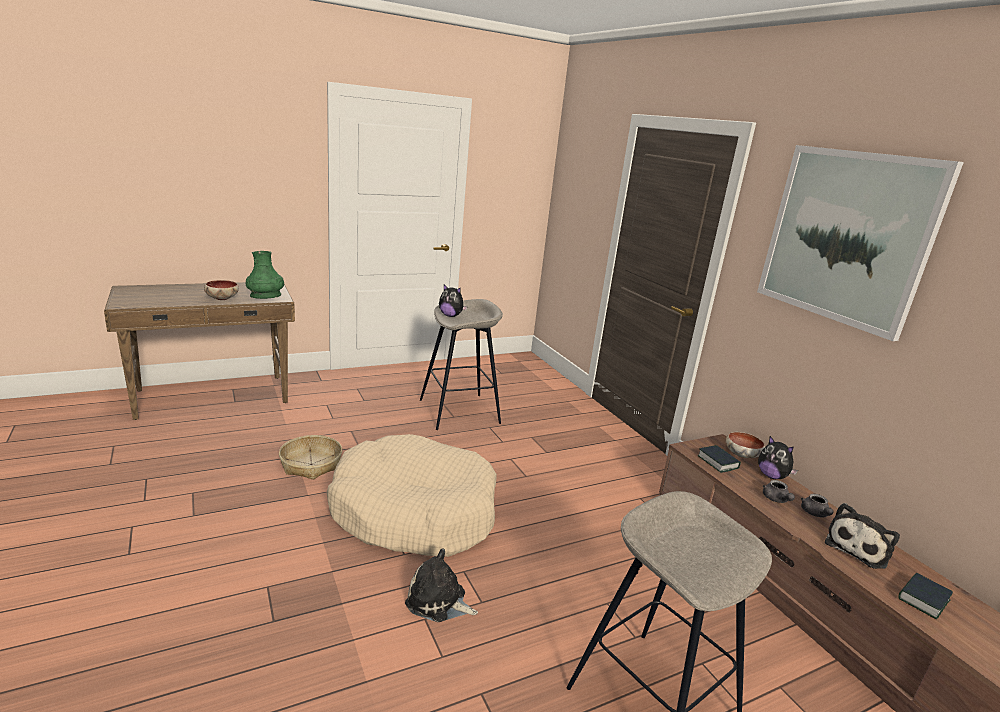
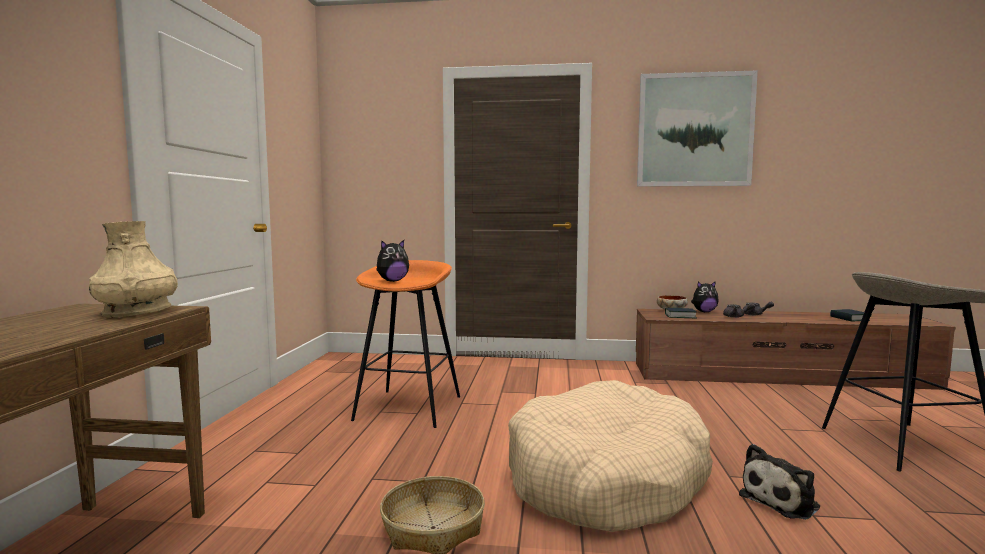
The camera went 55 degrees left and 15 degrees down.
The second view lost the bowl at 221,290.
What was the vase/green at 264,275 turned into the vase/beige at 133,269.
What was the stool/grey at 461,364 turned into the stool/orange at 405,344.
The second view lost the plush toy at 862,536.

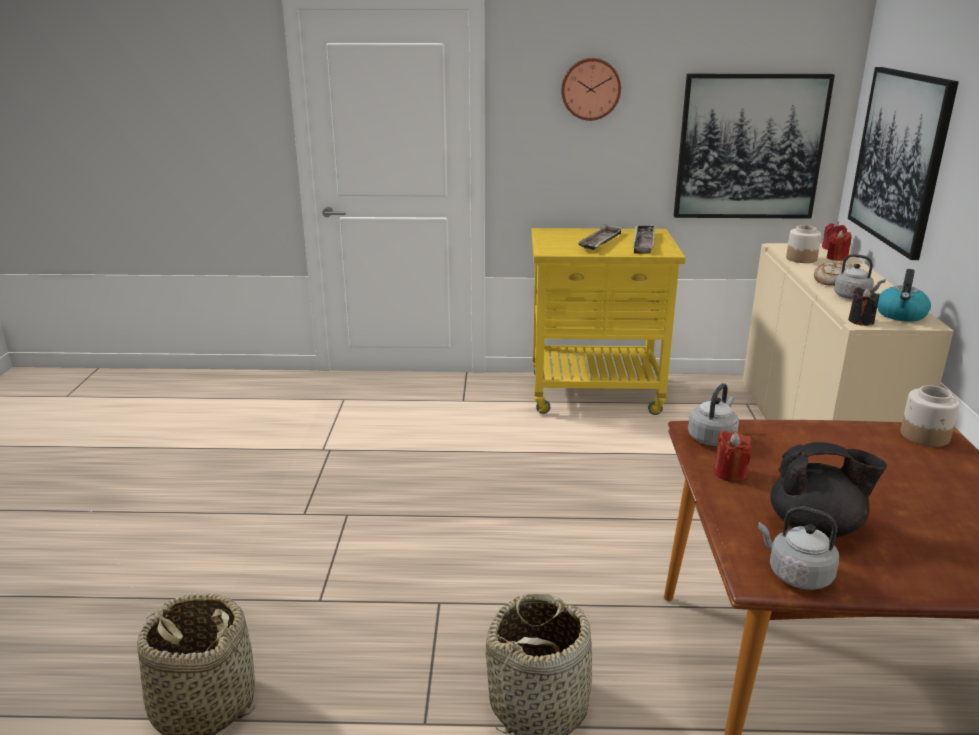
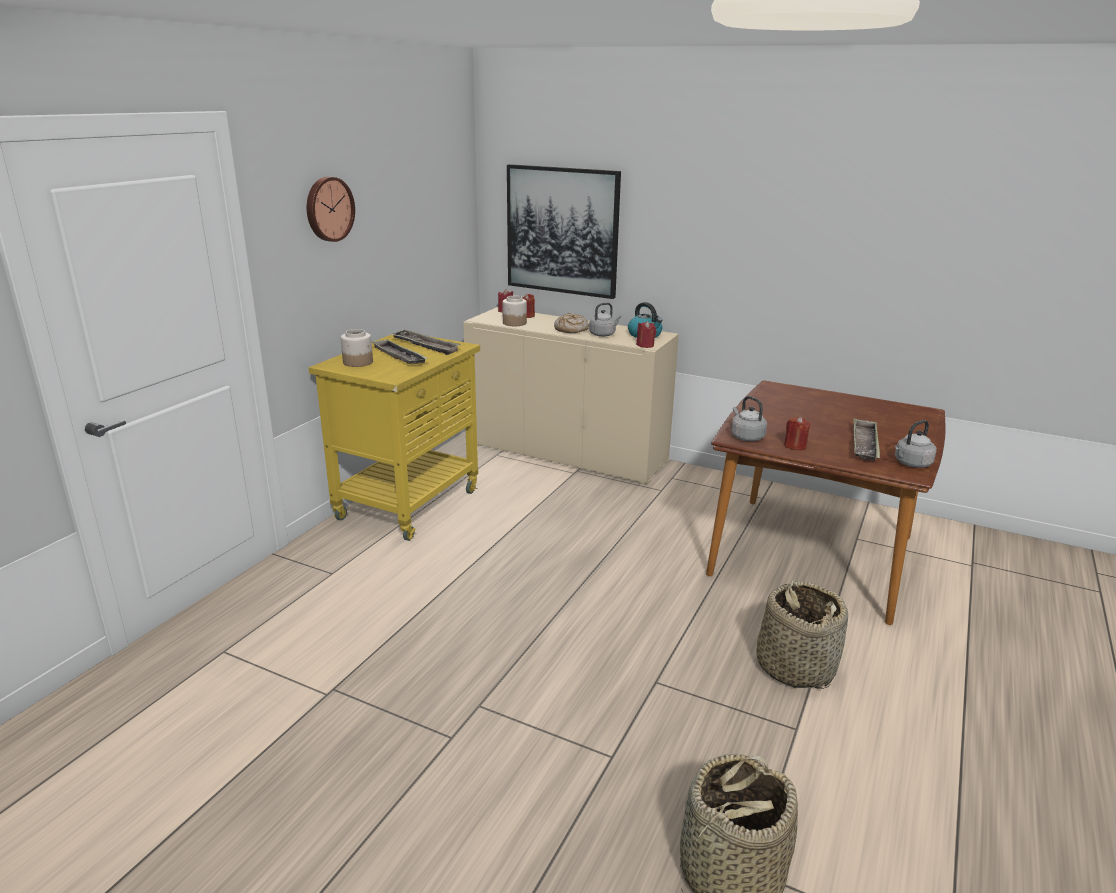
The camera went 65 degrees left and 0 degrees up.
The second view lost the picture at 754,146.
Where the teapot/black stood at 828,490, the tray came to stand at 867,440.
What was the candle/black at 864,307 turned into the candle/red at 646,334.
The jar ended up elsewhere, having gone from 930,416 to 357,348.

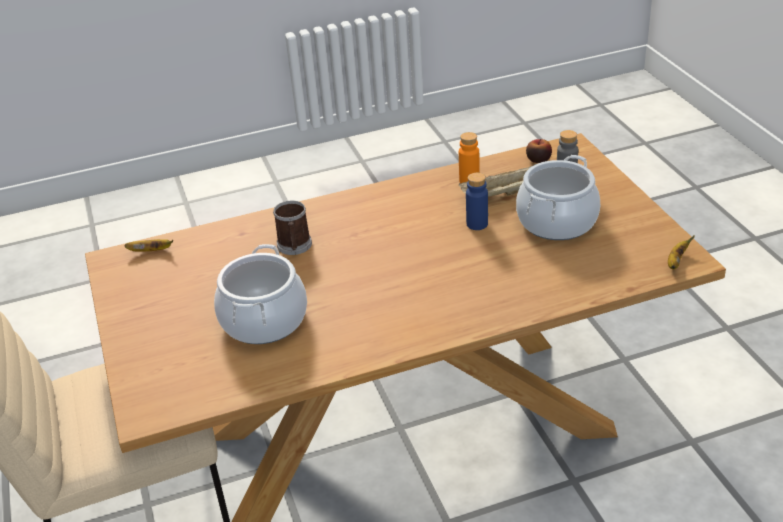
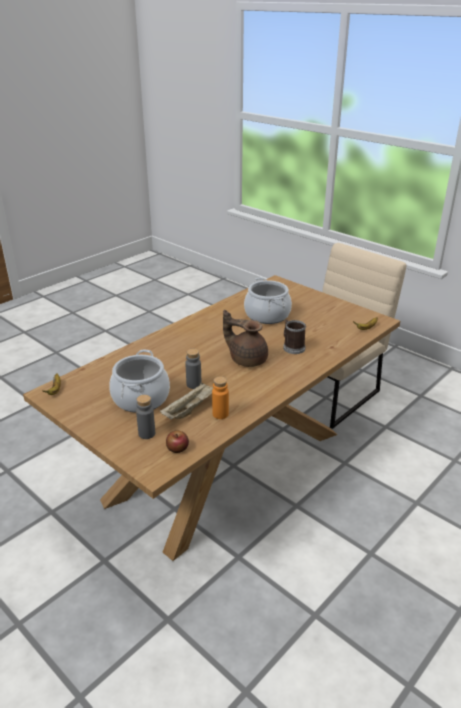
The camera went 150 degrees right and 5 degrees down.
What was the bottle/blue at 477,201 turned into the bottle/grey at 193,369.
The second view gained the teapot/brown at 245,338.

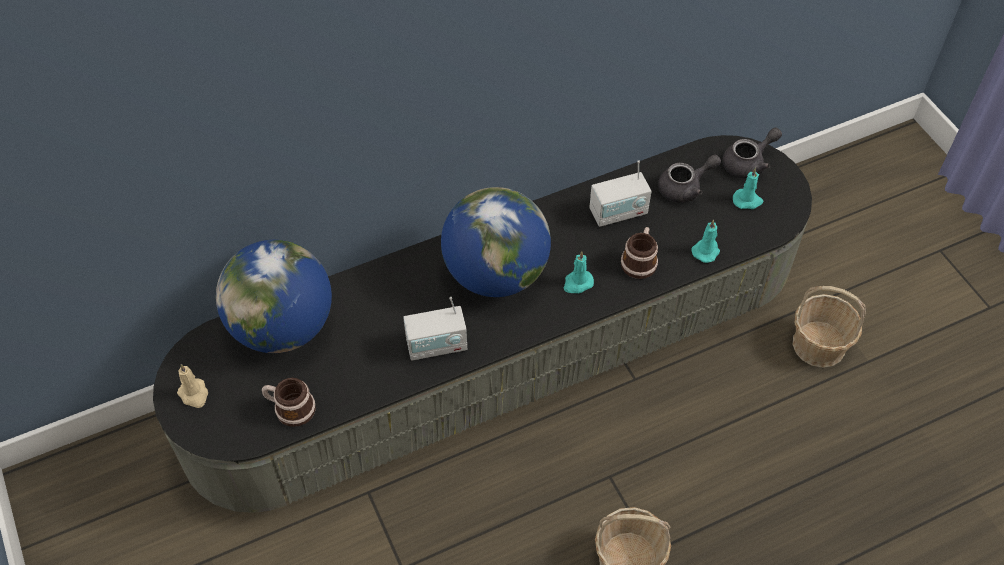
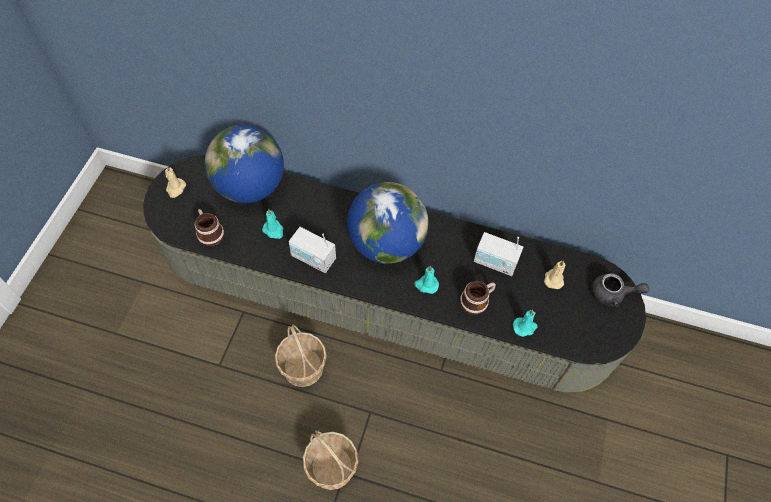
The camera went 40 degrees right and 5 degrees up.
Where the teapot/grey stood at 689,178, the candle/beige came to stand at 555,274.
The candle/turquoise ended up elsewhere, having gone from 748,188 to 272,224.
The basket ended up elsewhere, having gone from 829,327 to 301,355.

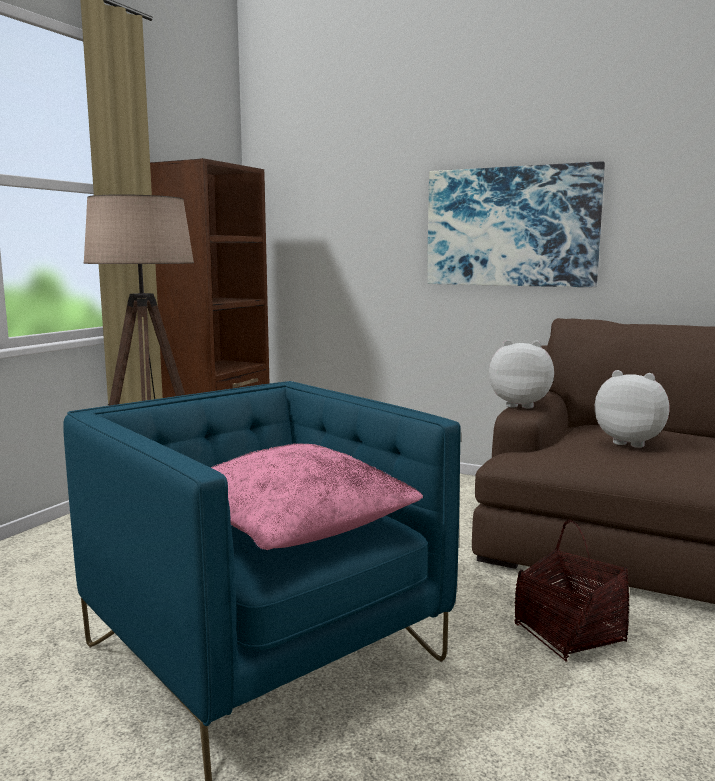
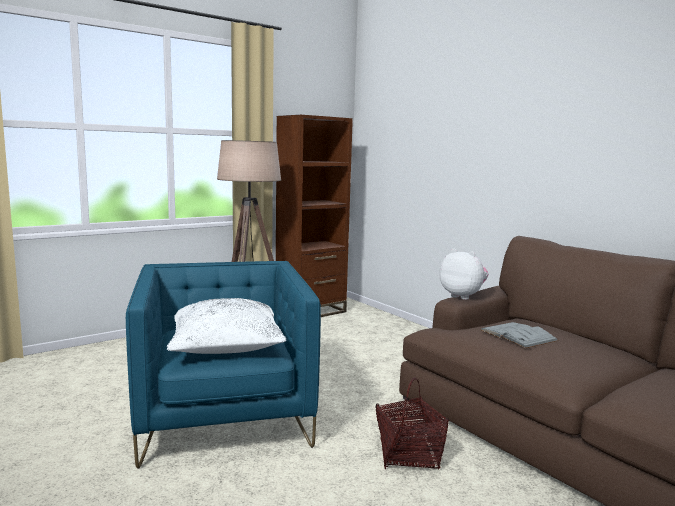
The camera went 25 degrees right and 0 degrees up.
What was the pillow/pink at 317,496 turned into the pillow/white at 226,326.
The second view lost the picture at 516,224.
Where the plush toy stood at 632,409, the book/grey came to stand at 519,335.

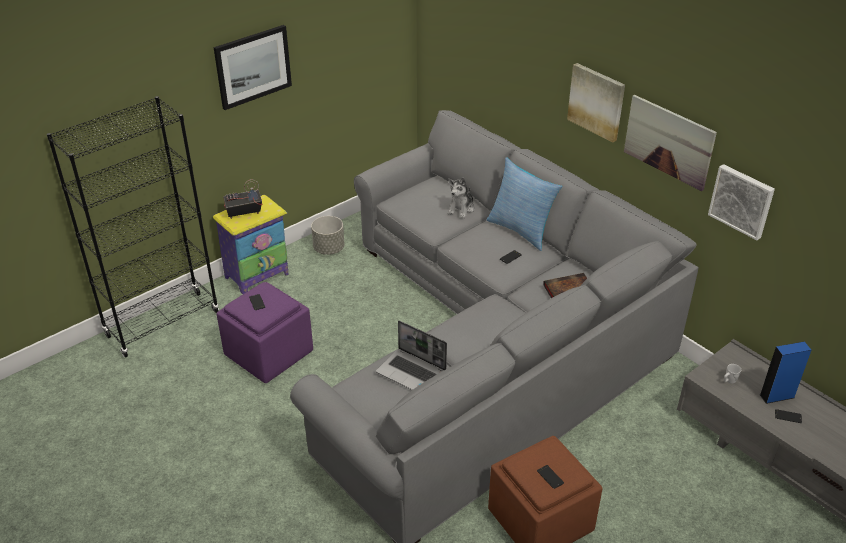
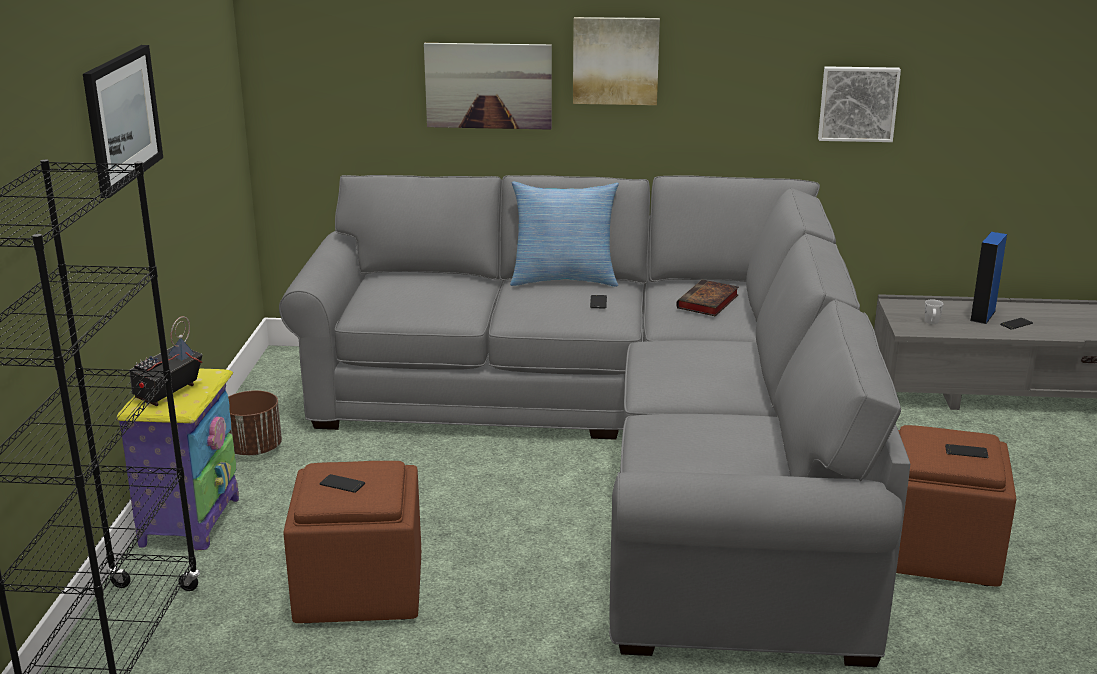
The camera went 45 degrees left and 15 degrees down.
What was the ottoman/purple at 265,332 turned into the ottoman/brown at 352,542.
What was the planter/grey at 327,235 turned into the planter/brown at 255,423.
The second view lost the laptop at 411,355.
The second view lost the plush toy at 461,198.
The picture ended up elsewhere, having gone from 670,143 to 488,86.

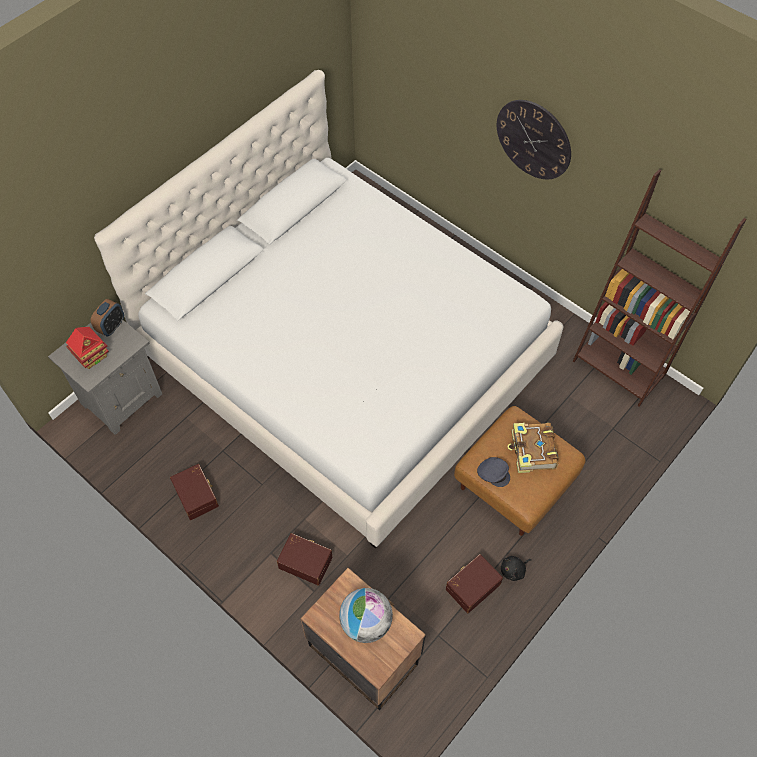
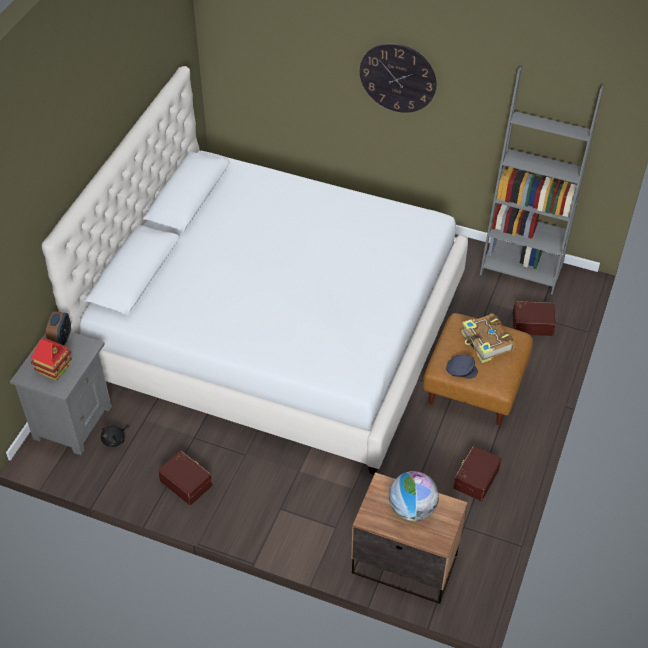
The camera went 20 degrees left and 10 degrees down.
The storage box/brown ended up elsewhere, having gone from 305,559 to 534,318.
The plush toy/black ended up elsewhere, having gone from 516,568 to 115,436.
What was the bookcase/brown at 659,288 turned into the bookcase/grey at 542,181.

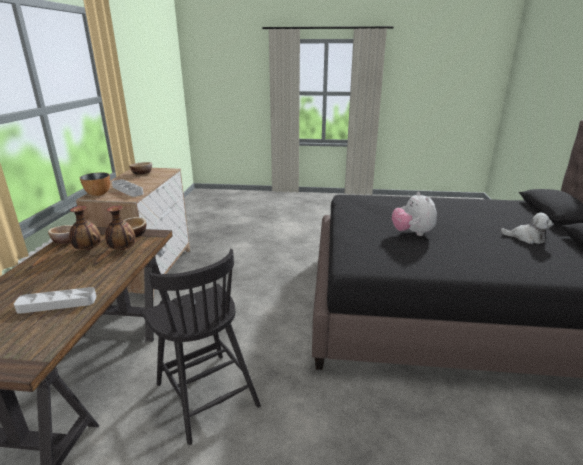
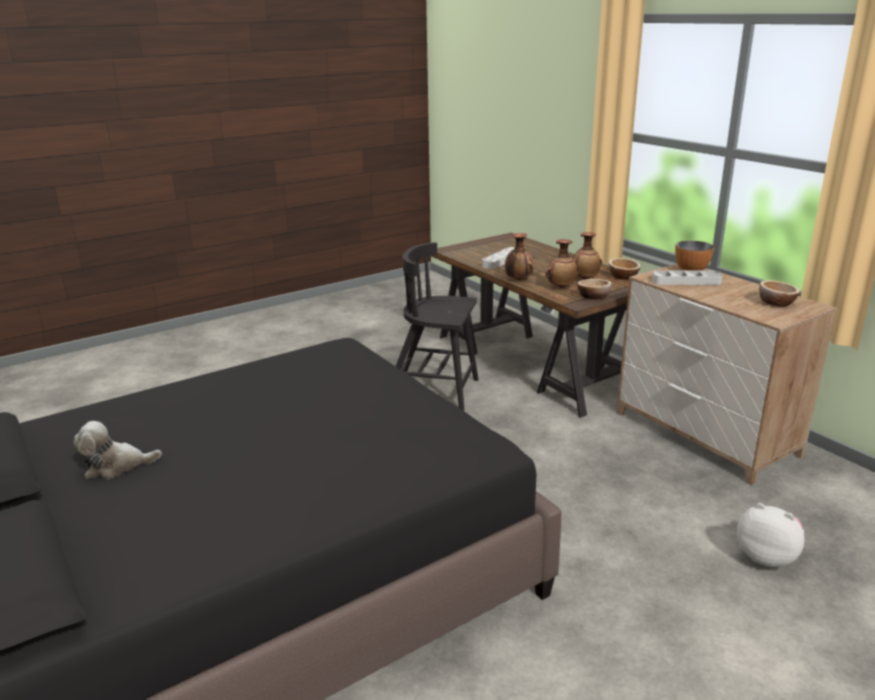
The camera went 140 degrees right and 0 degrees up.
The plush toy ended up elsewhere, having gone from 414,214 to 771,536.
The second view gained the vase at 519,256.

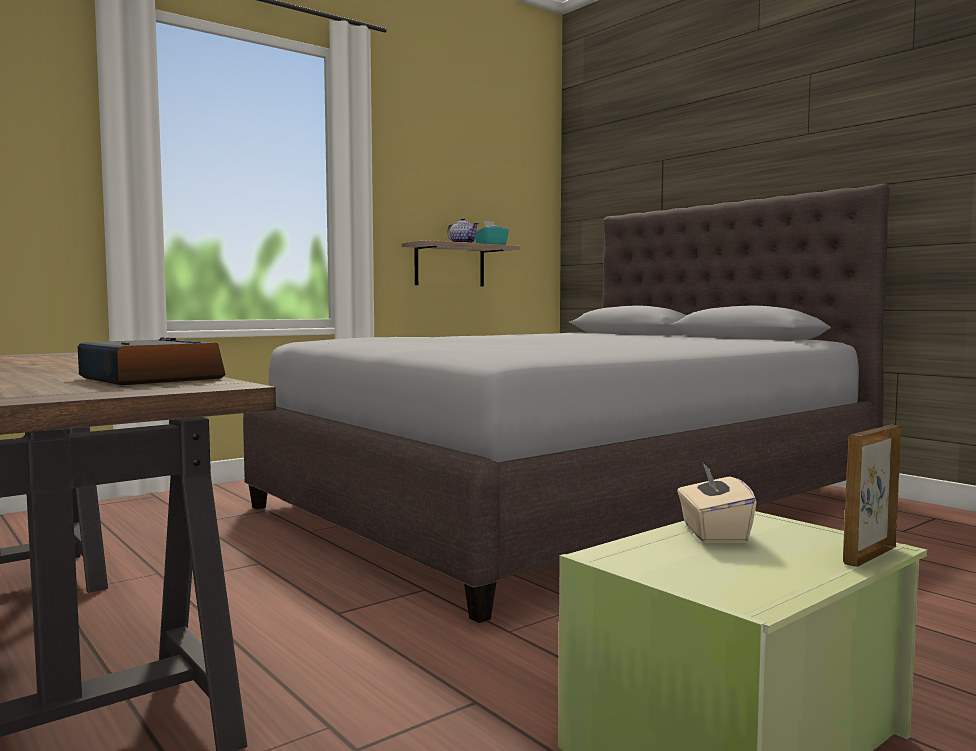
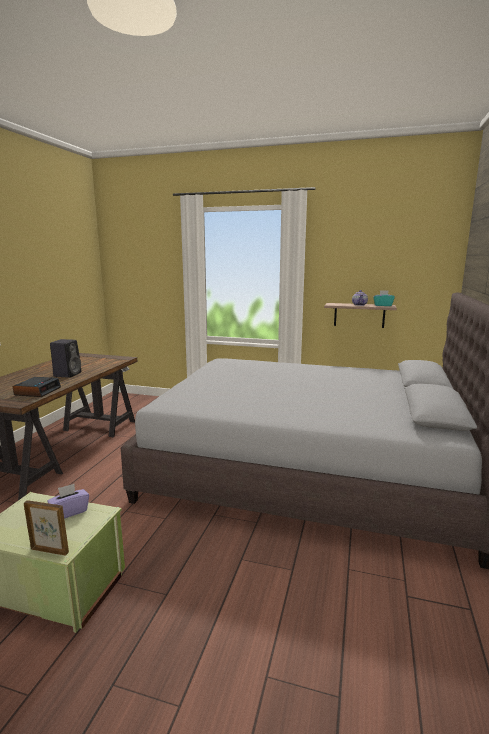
The camera went 55 degrees right and 10 degrees up.
What was the tissue box/beige at 717,502 turned into the tissue box/purple at 68,501.
The second view gained the speaker/black at 65,358.

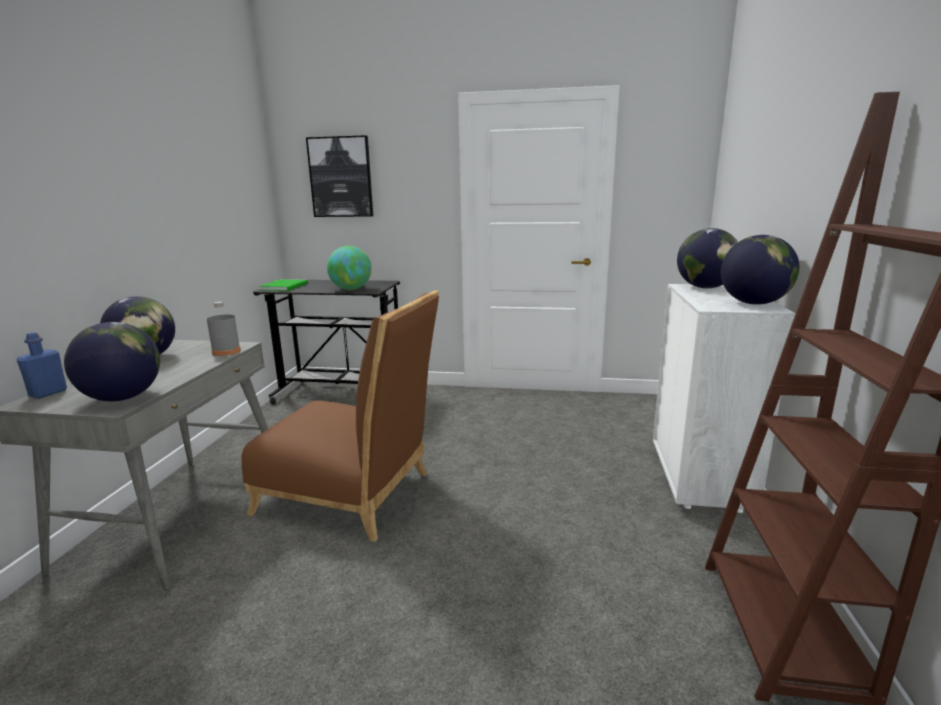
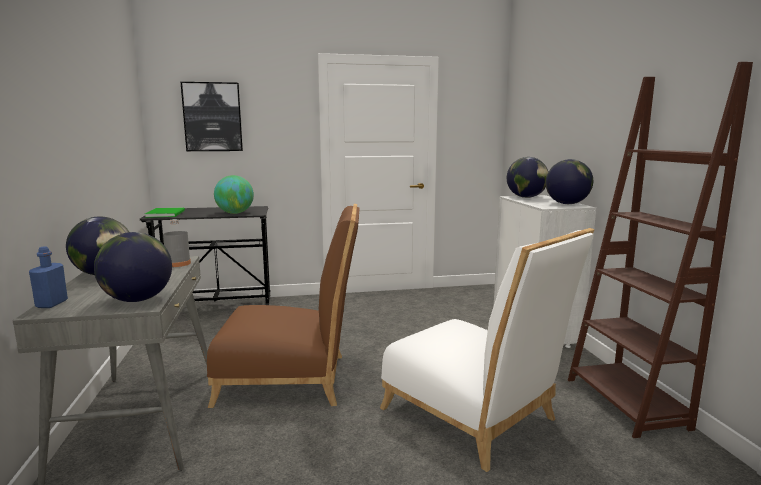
The camera went 20 degrees left and 5 degrees down.
The second view gained the chair/white at 487,350.

